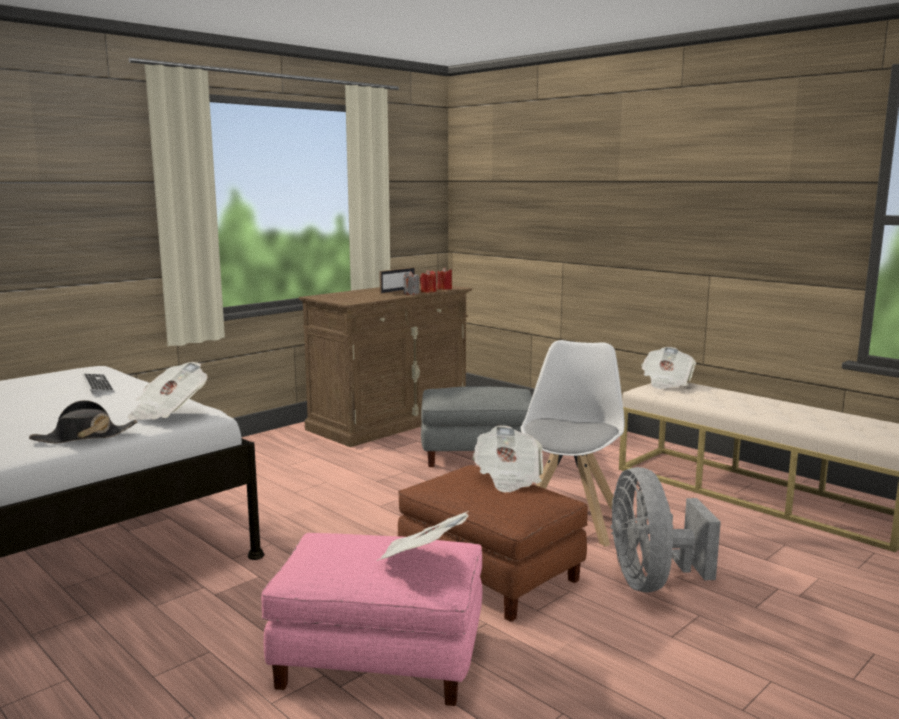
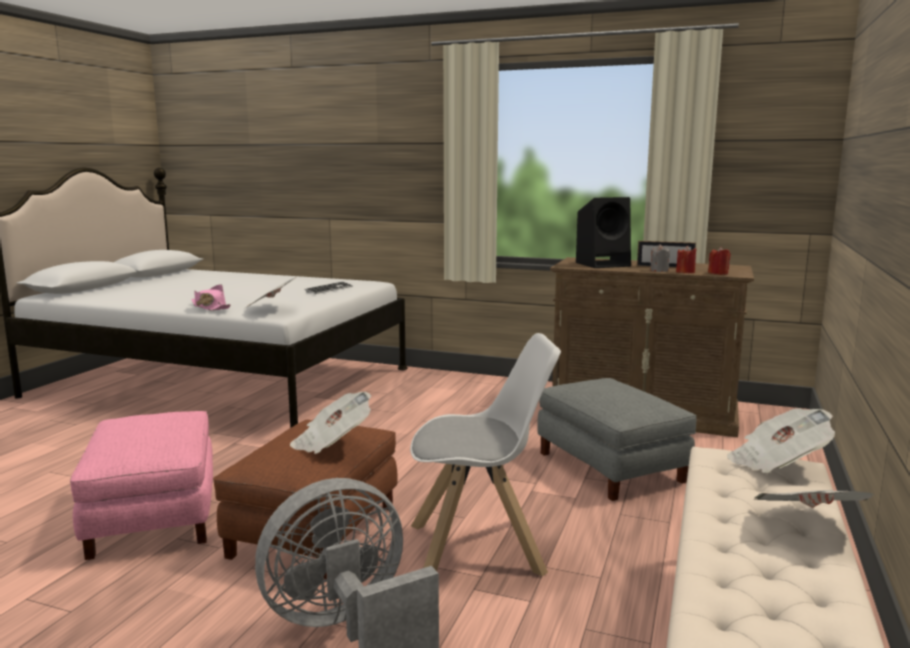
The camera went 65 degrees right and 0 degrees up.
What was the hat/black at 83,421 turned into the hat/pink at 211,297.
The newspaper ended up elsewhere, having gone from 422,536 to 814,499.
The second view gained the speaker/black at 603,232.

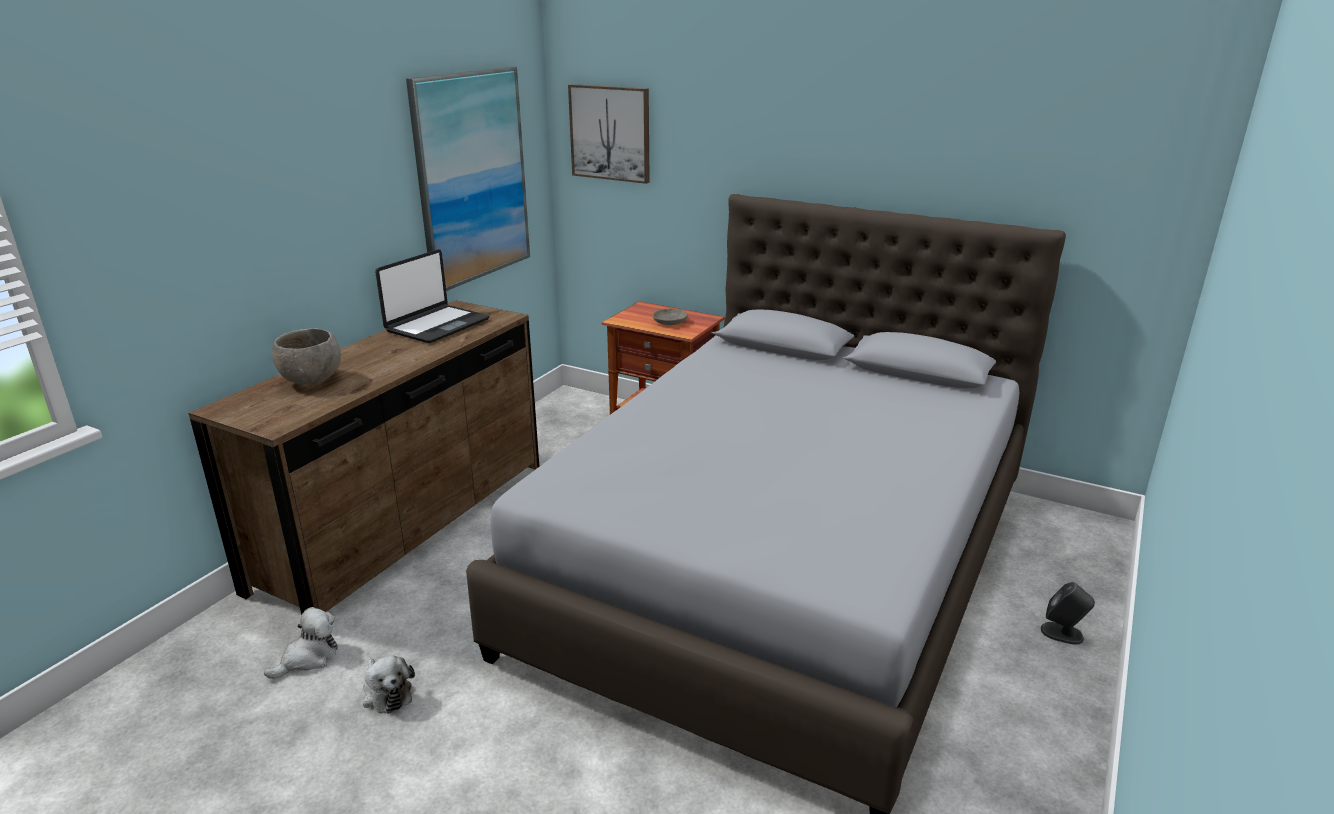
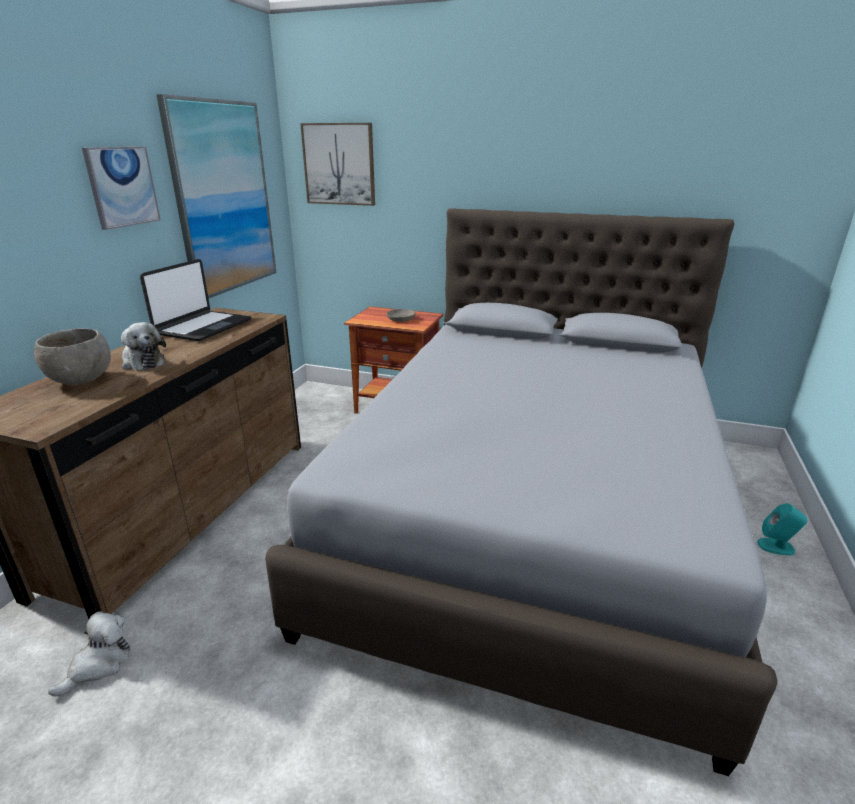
The camera went 10 degrees left and 0 degrees up.
The plush toy ended up elsewhere, having gone from 389,685 to 143,346.
What was the speaker/grey at 1068,613 turned into the speaker/turquoise at 782,529.
The second view gained the picture at 121,188.

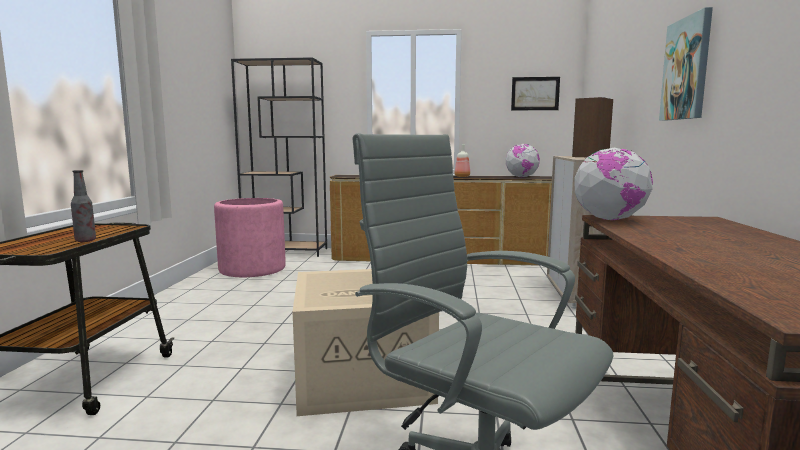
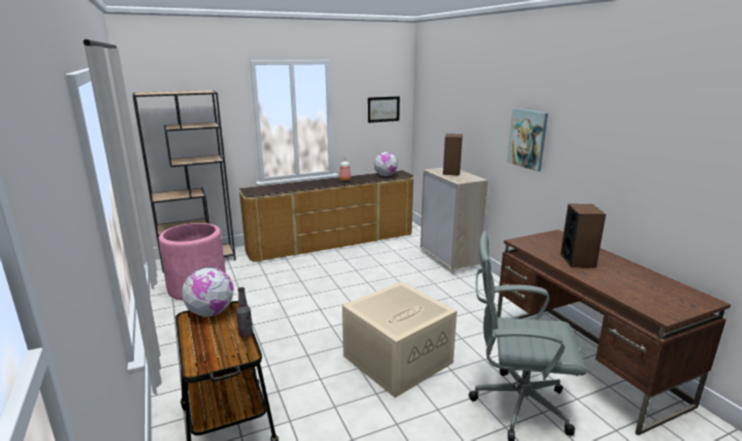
The camera went 30 degrees left and 10 degrees up.
The globe ended up elsewhere, having gone from 613,184 to 208,292.
The second view gained the speaker at 583,236.

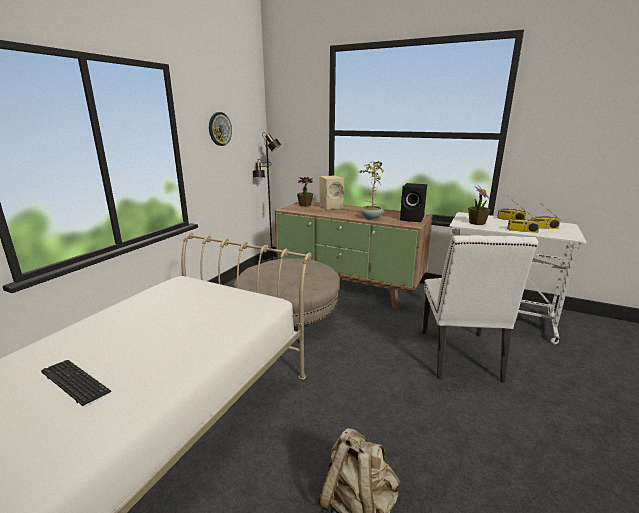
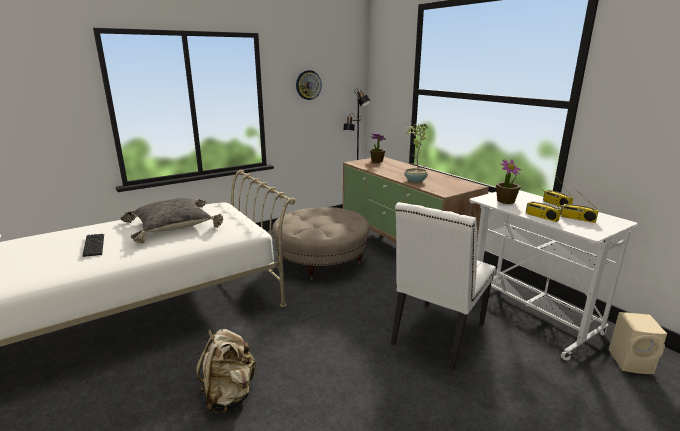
The camera went 30 degrees right and 0 degrees up.
The speaker/beige ended up elsewhere, having gone from 331,192 to 638,343.
The second view lost the speaker/black at 413,202.
The second view gained the pillow at 172,220.

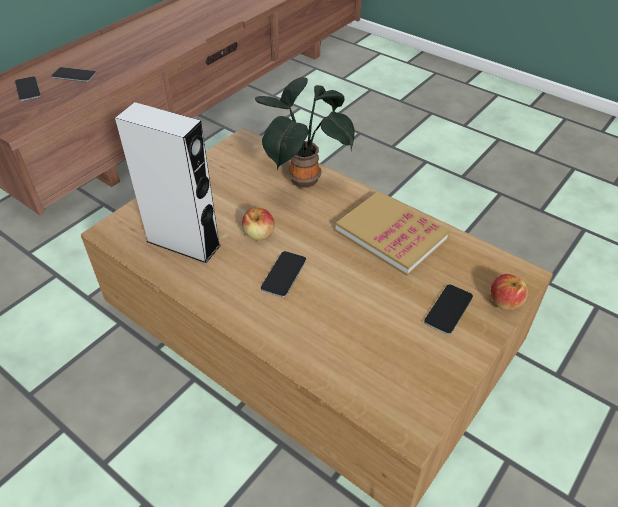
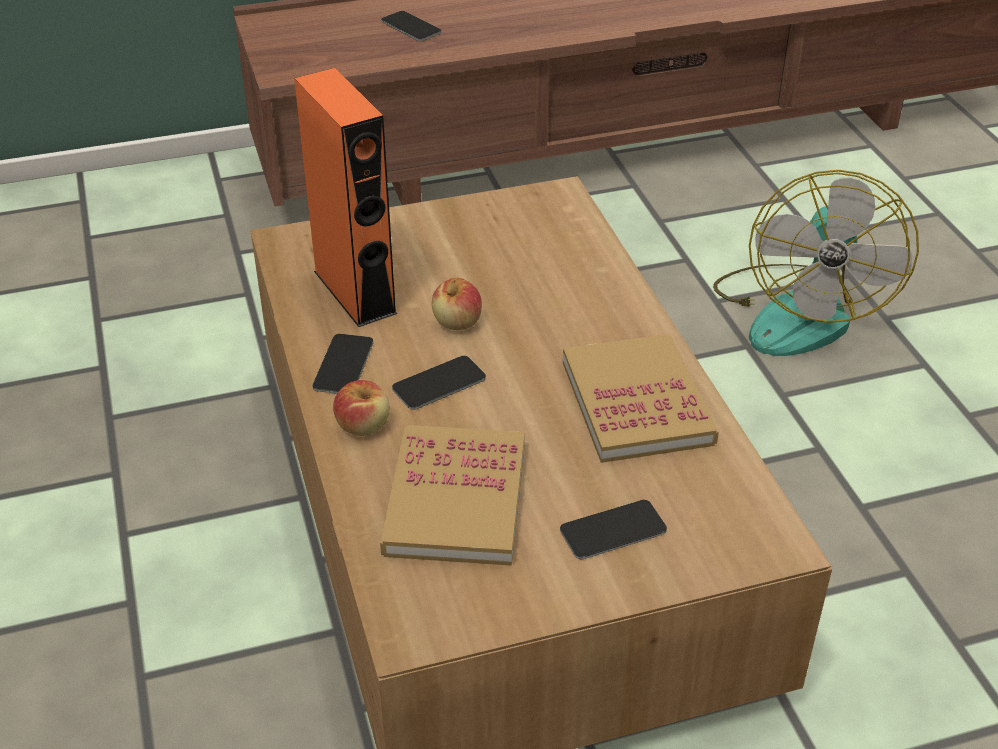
The camera went 35 degrees right and 5 degrees down.
The phone ended up elsewhere, having gone from 28,88 to 342,364.
What was the speaker/grey at 168,182 turned into the speaker/orange at 346,197.
The second view lost the potted plant at 304,133.
The apple ended up elsewhere, having gone from 509,292 to 361,408.
The second view gained the book at 452,495.
The second view gained the fan at 816,263.

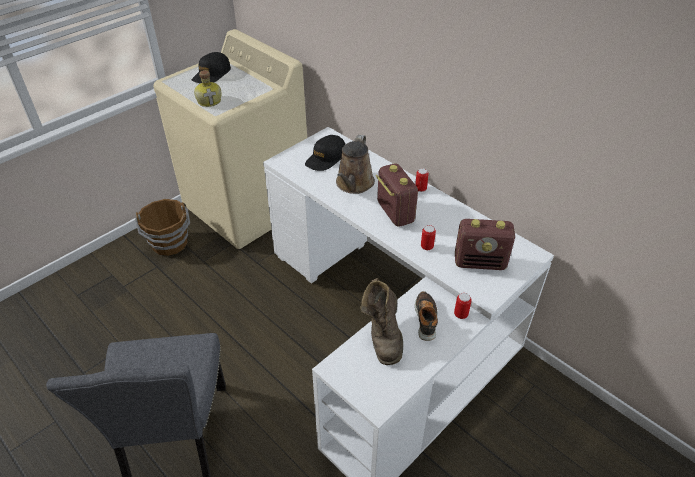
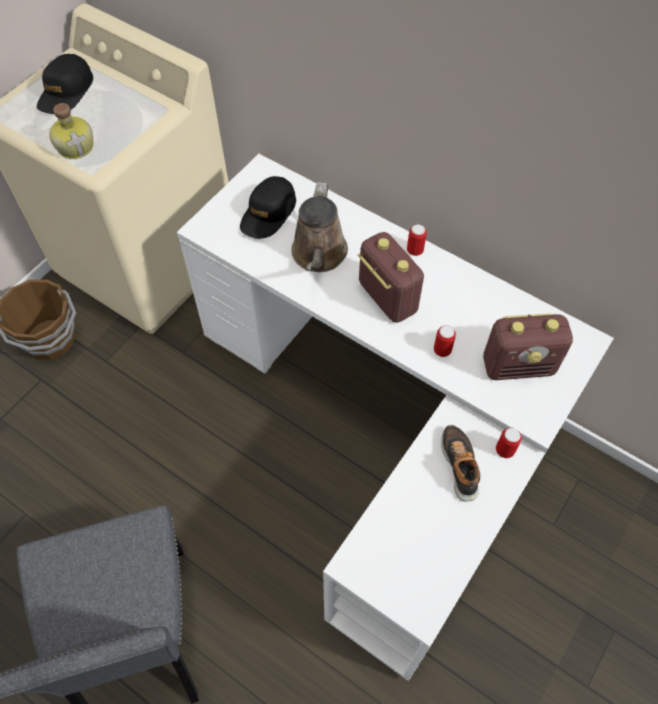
The camera went 10 degrees left and 15 degrees up.
The second view lost the boot/brown at 381,321.

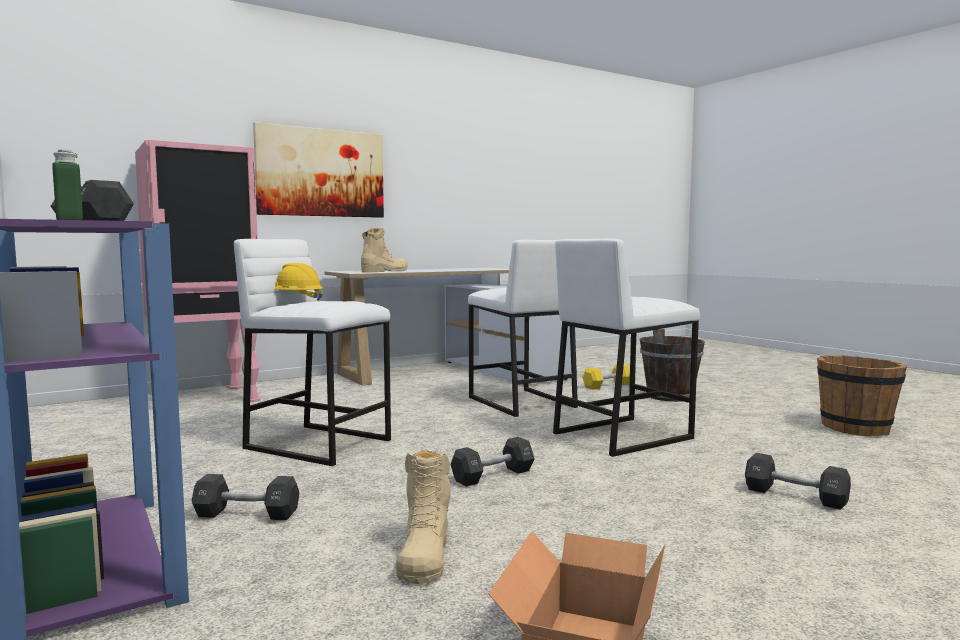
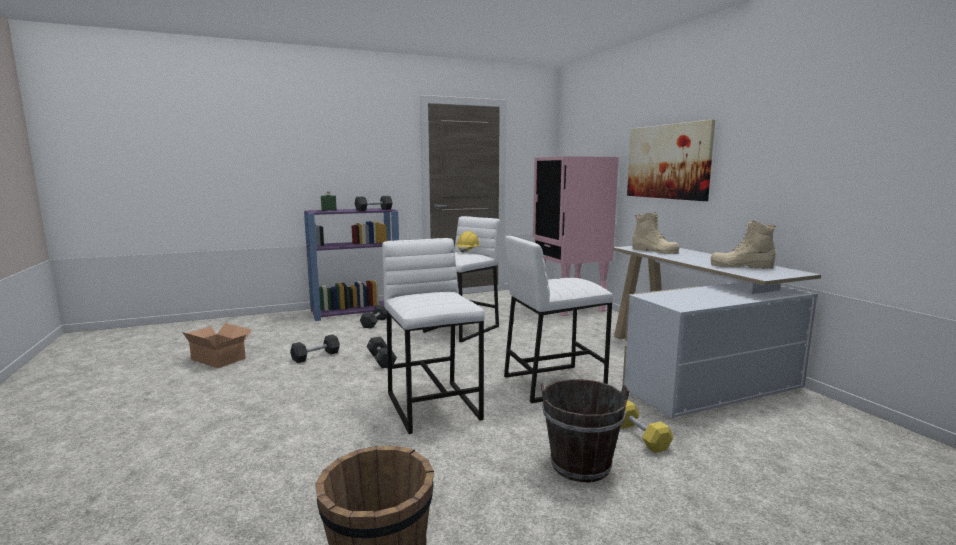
The camera went 100 degrees right and 5 degrees up.
The boot/beige ended up elsewhere, having gone from 422,517 to 743,245.
The dumbbell/black ended up elsewhere, having gone from 798,481 to 315,349.

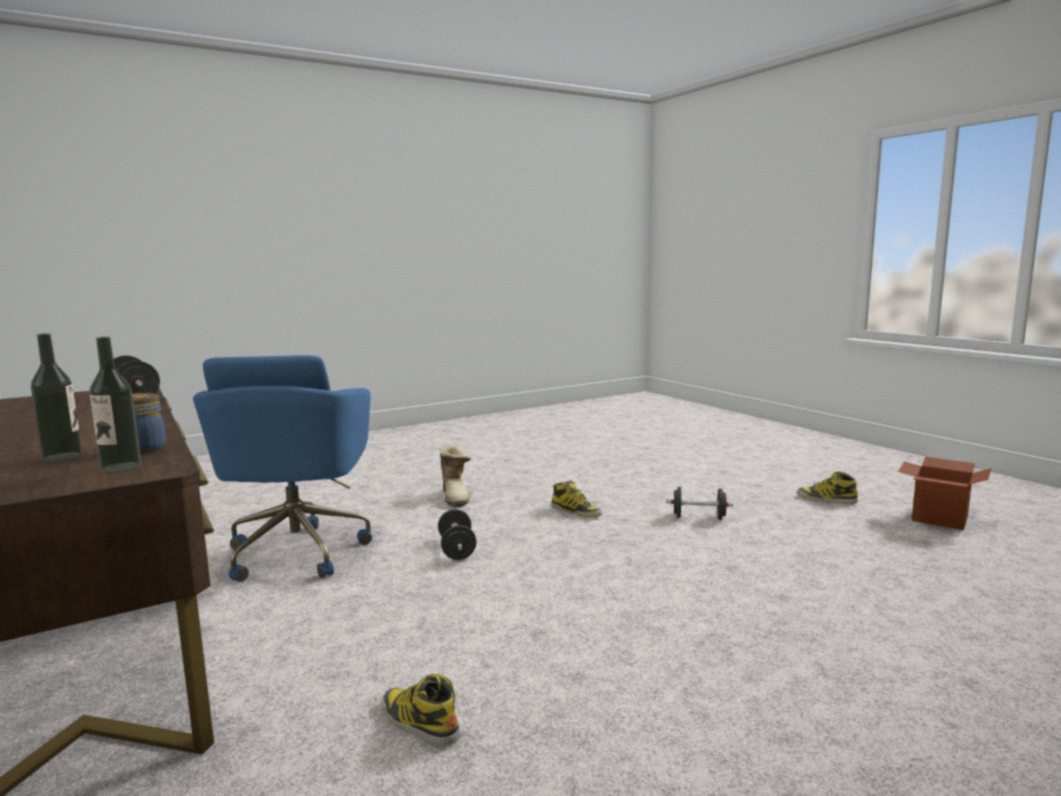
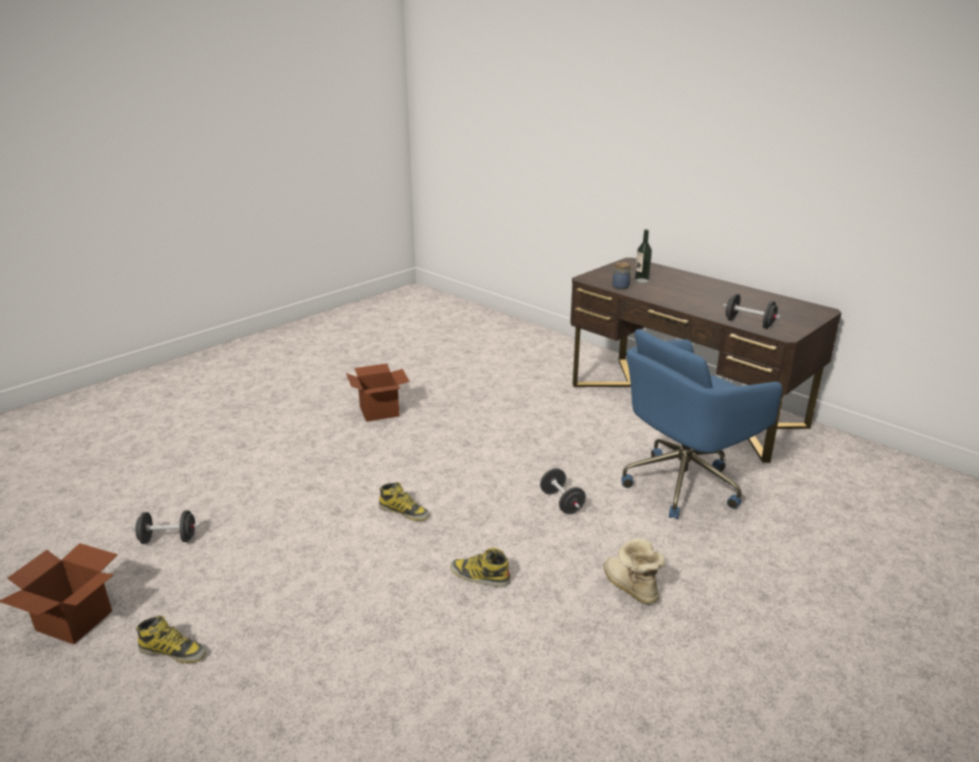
The camera went 165 degrees right and 15 degrees up.
The second view lost the bottle at 115,405.
The office chair/blue at 282,468 ended up facing another way, 105 degrees counterclockwise from before.
The boot ended up elsewhere, having gone from 420,710 to 404,501.
The dumbbell/black ended up elsewhere, having gone from 699,503 to 166,527.
The second view gained the cardboard box at 378,393.

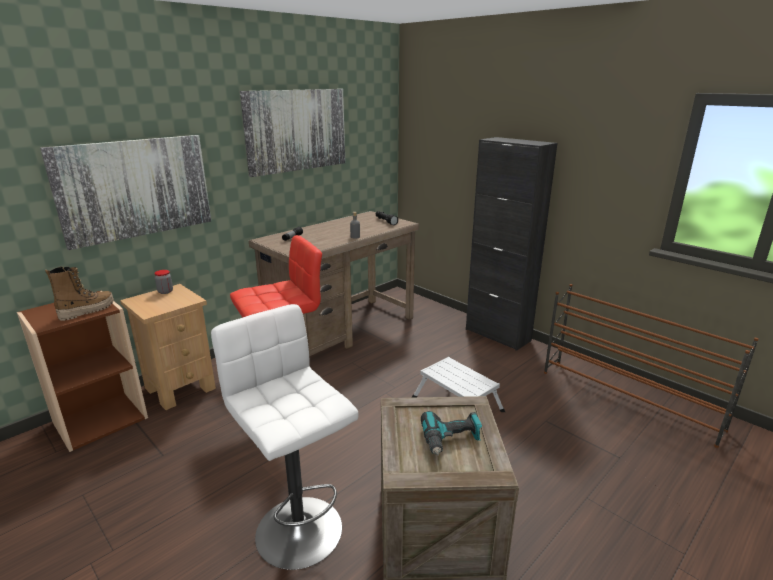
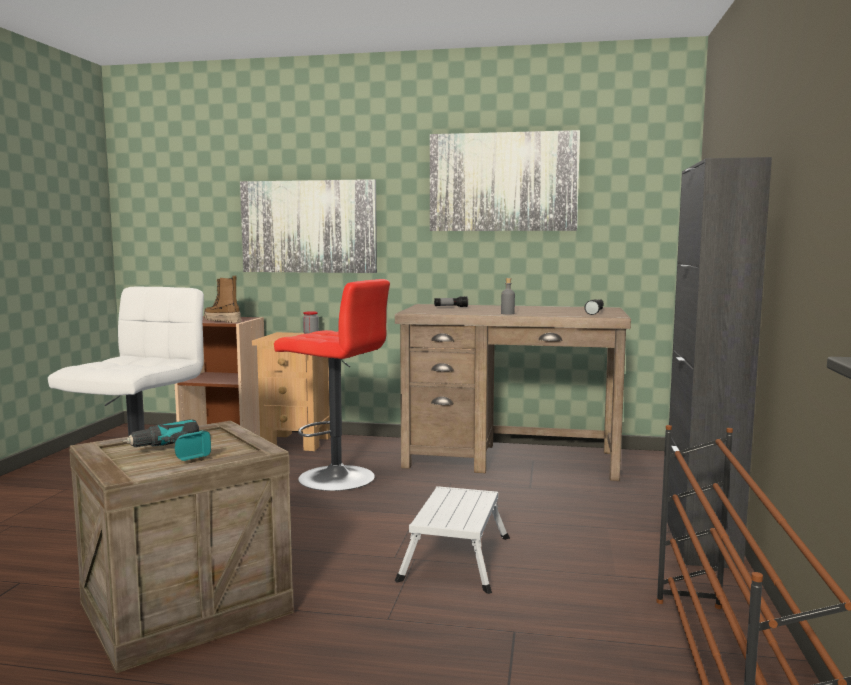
The camera went 55 degrees right and 15 degrees down.
The boot at 79,294 ended up facing another way, 150 degrees counterclockwise from before.

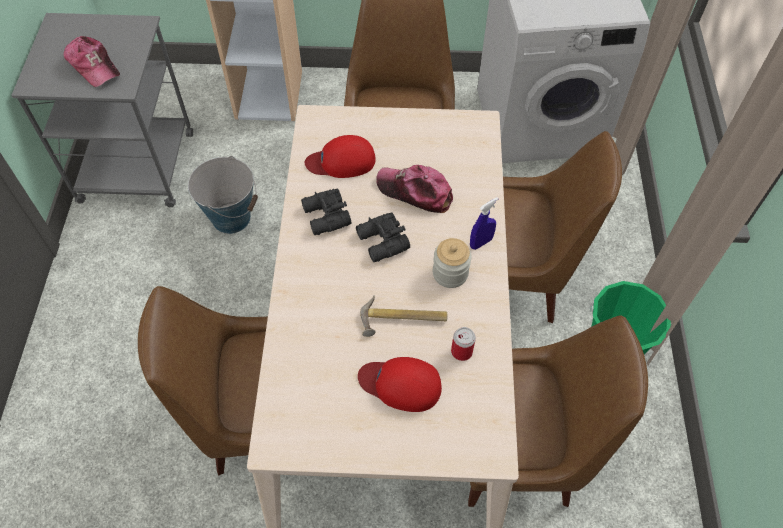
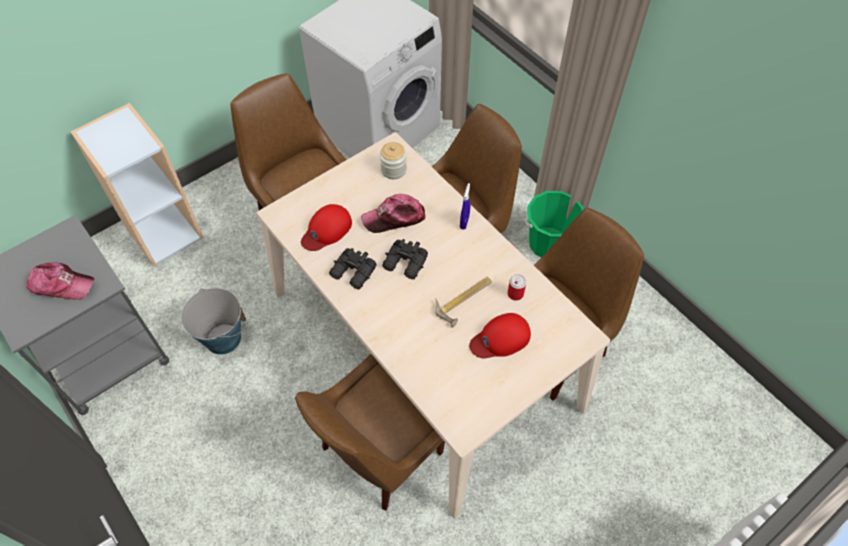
The camera went 40 degrees left and 0 degrees up.
The jar ended up elsewhere, having gone from 452,263 to 393,160.

